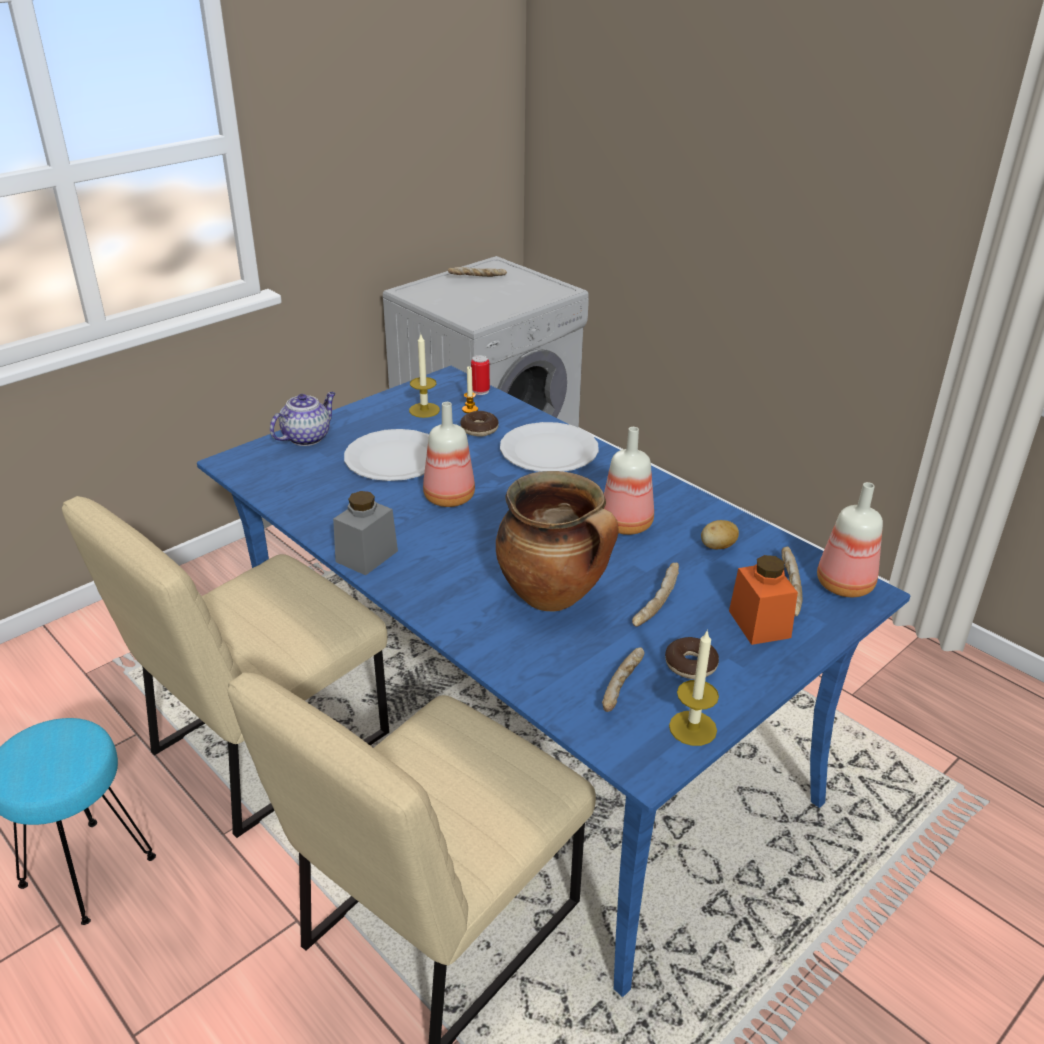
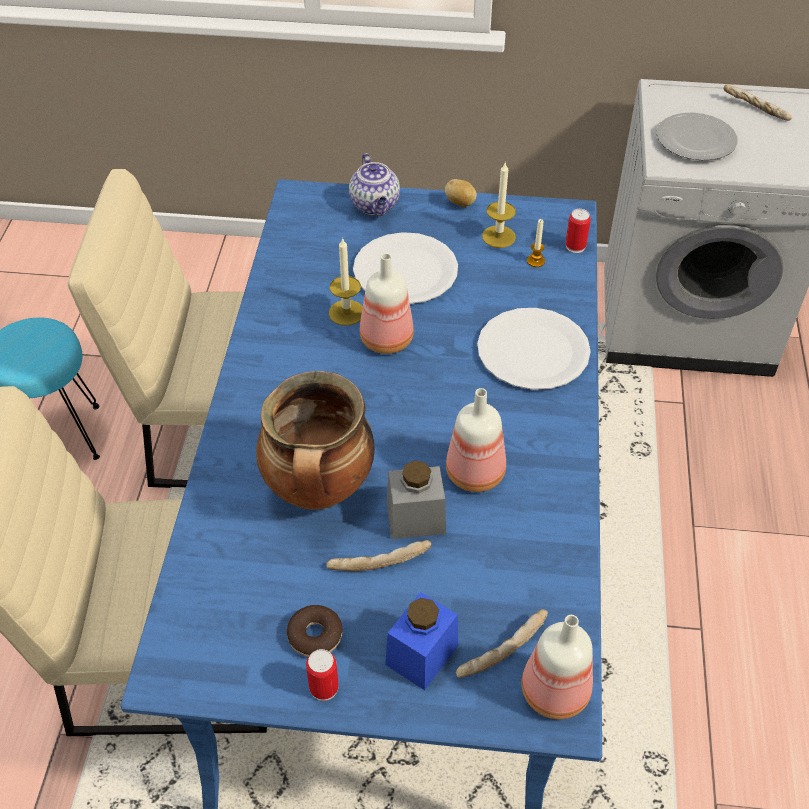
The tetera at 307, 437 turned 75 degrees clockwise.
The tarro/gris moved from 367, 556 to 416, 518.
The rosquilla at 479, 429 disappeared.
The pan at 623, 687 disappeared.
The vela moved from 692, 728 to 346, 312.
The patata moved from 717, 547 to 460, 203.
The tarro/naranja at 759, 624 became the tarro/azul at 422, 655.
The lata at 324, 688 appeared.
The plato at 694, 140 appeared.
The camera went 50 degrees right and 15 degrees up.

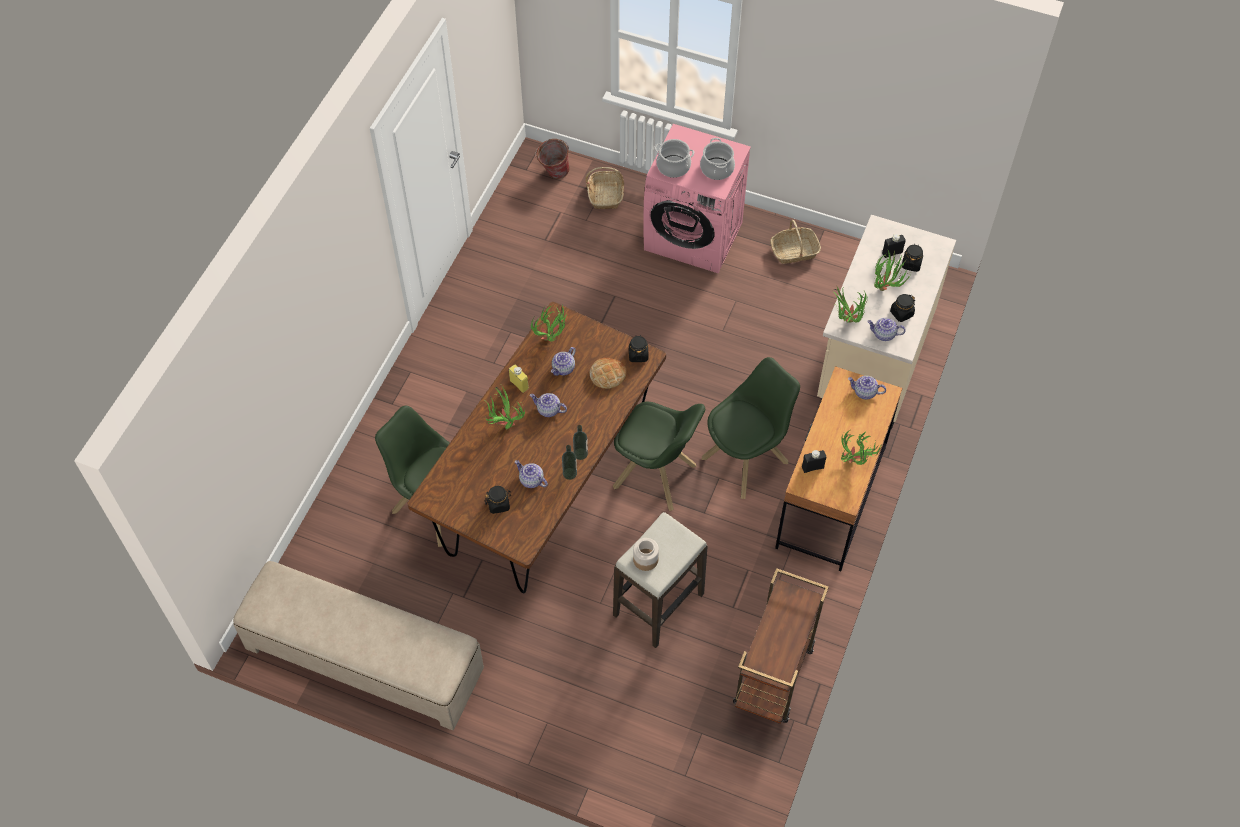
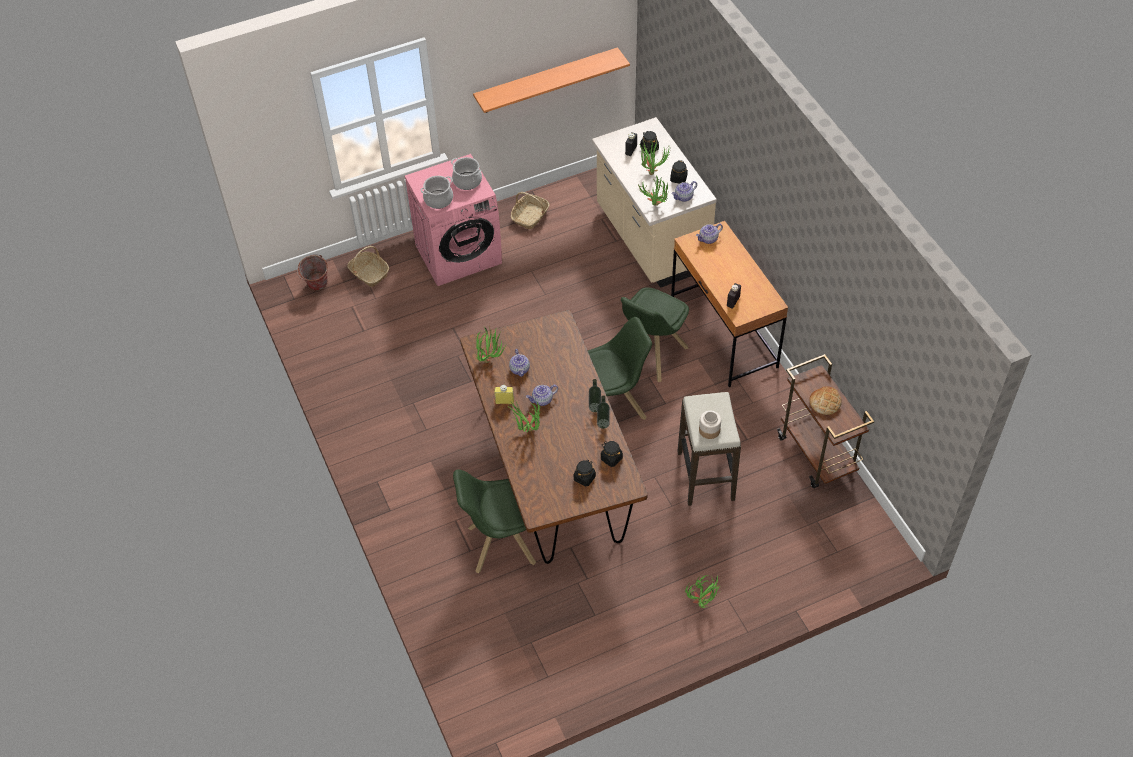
The banco/beis at 363, 658 disappeared.
The tetera at 531, 480 disappeared.
The pan moved from 607, 375 to 825, 402.
The tarro/negro moved from 638, 355 to 611, 458.
The silla/verde at 746, 460 turned 150 degrees counterclockwise.
The planta en maceta moved from 854, 464 to 703, 603.
The estante at 546, 81 appeared.
The camera went 45 degrees left and 5 degrees down.

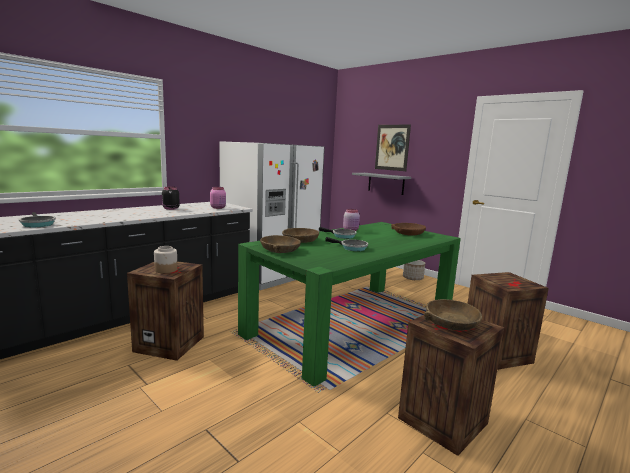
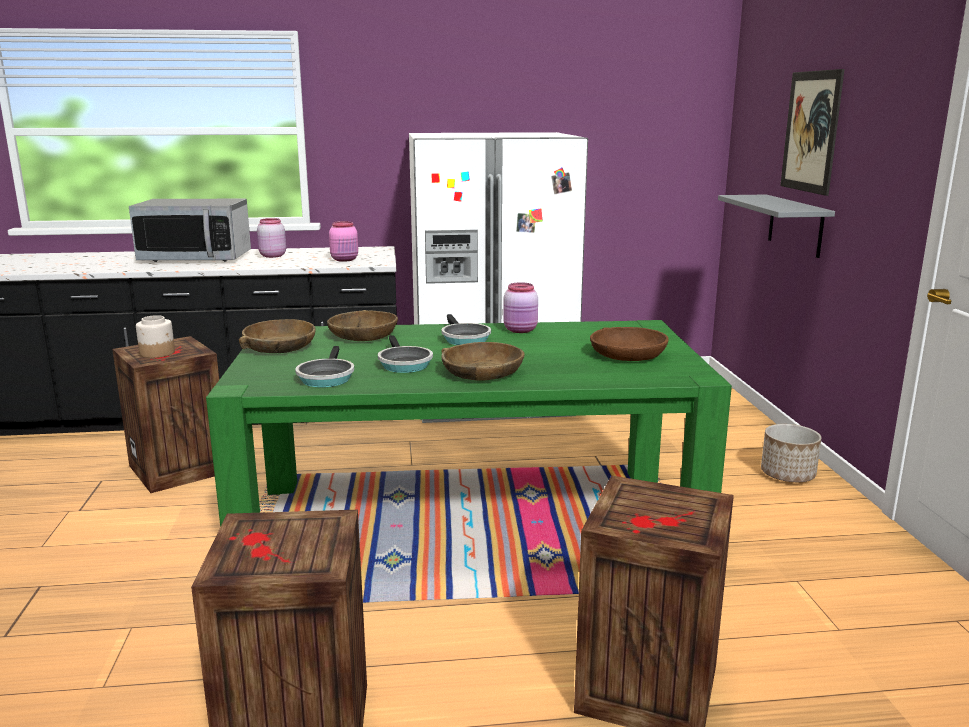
The sartén moved from 37, 224 to 326, 377.
The tarro/negro at 170, 208 became the tarro/rosa at 272, 256.
The cuenco/marrón moved from 451, 323 to 481, 373.
The microondas at 196, 258 appeared.
The camera went 40 degrees right and 5 degrees up.

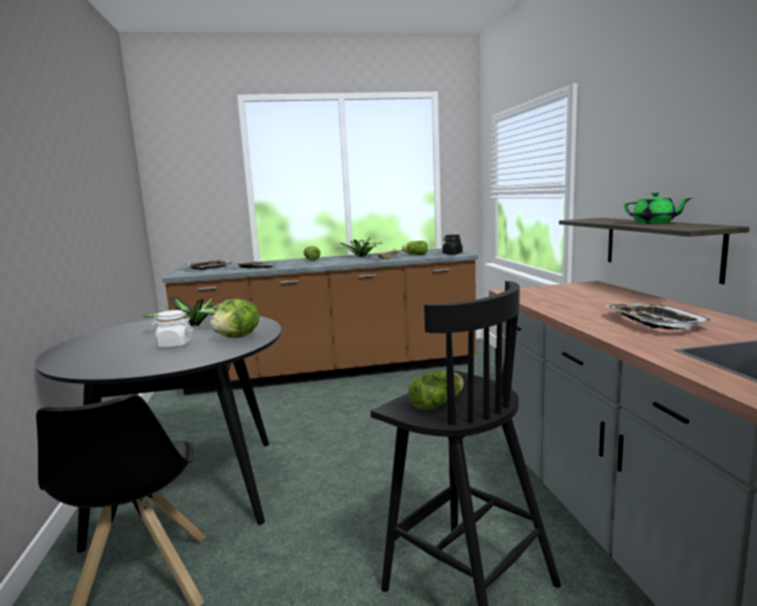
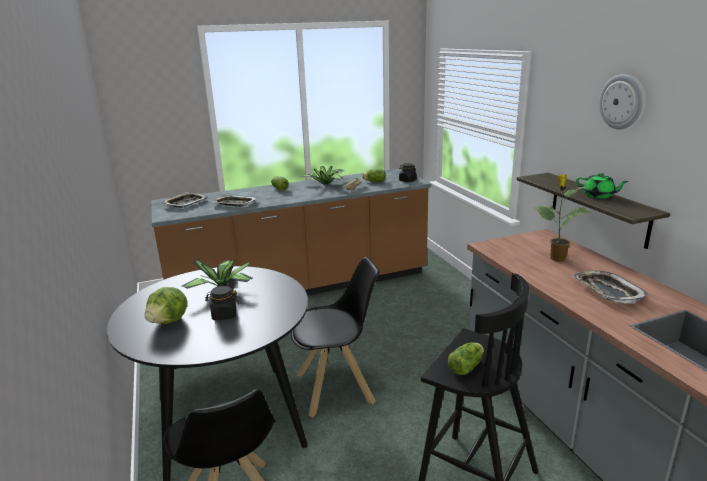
The tarro/blanco at 174, 345 became the tarro/negro at 224, 315.
The lechuga moved from 238, 337 to 169, 321.
The silla/negro at 337, 387 appeared.
The planta en maceta at 556, 258 appeared.
The reloj de pared at 621, 102 appeared.
The camera went 10 degrees left and 10 degrees up.

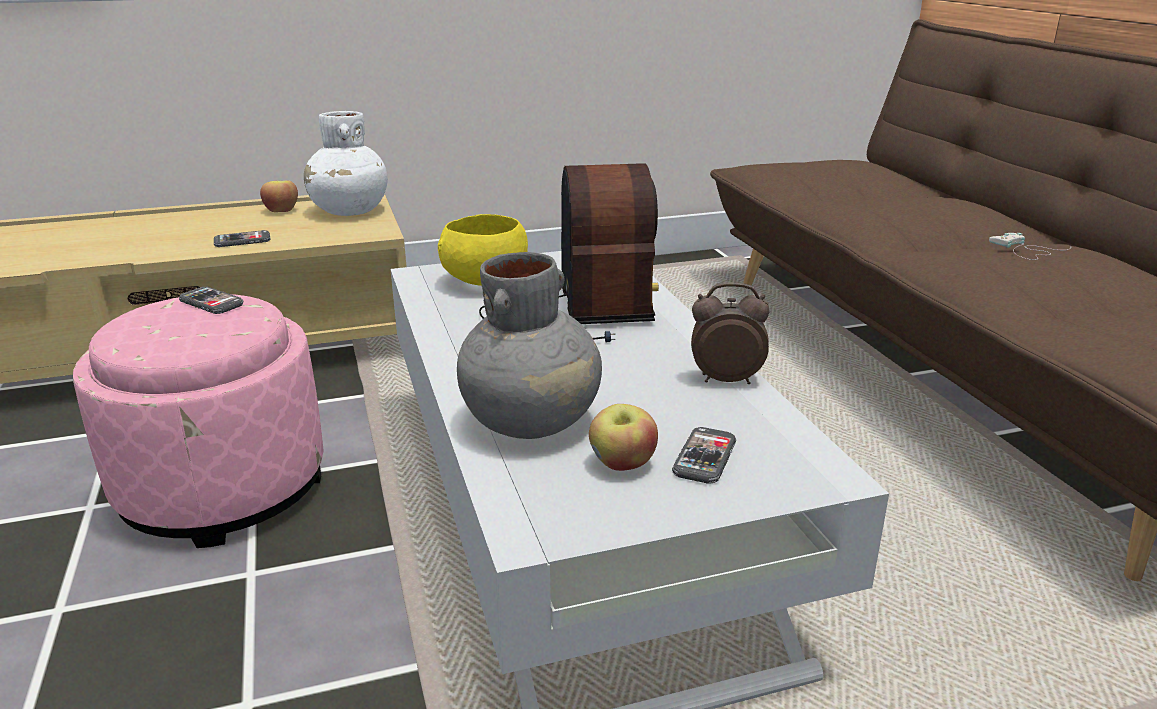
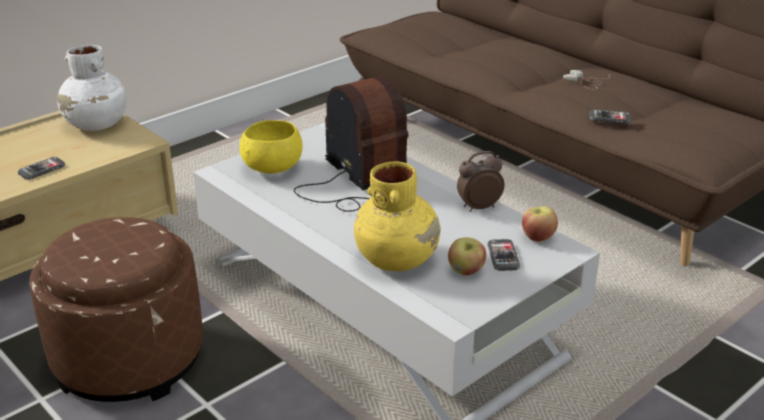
The puf/rosa at 223, 488 became the puf/marrón at 129, 359.
The móvil moved from 211, 303 to 609, 118.
The manzana moved from 281, 210 to 538, 237.
The florero/gris at 532, 422 became the florero/amarillo at 397, 259.
The camera went 25 degrees left and 5 degrees up.

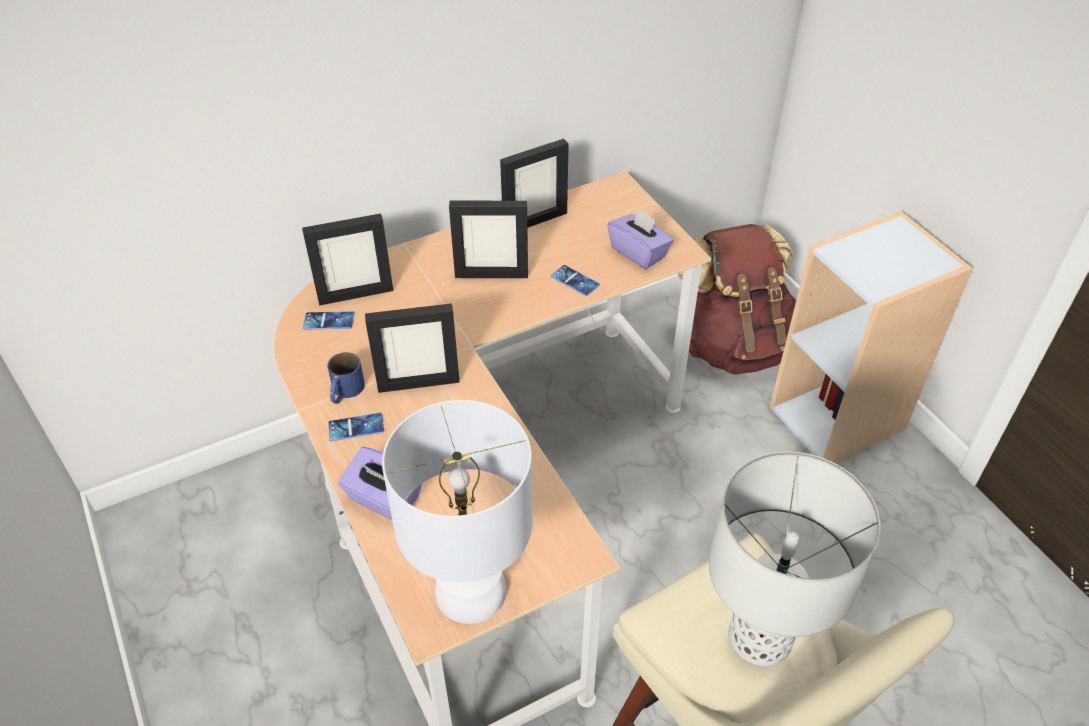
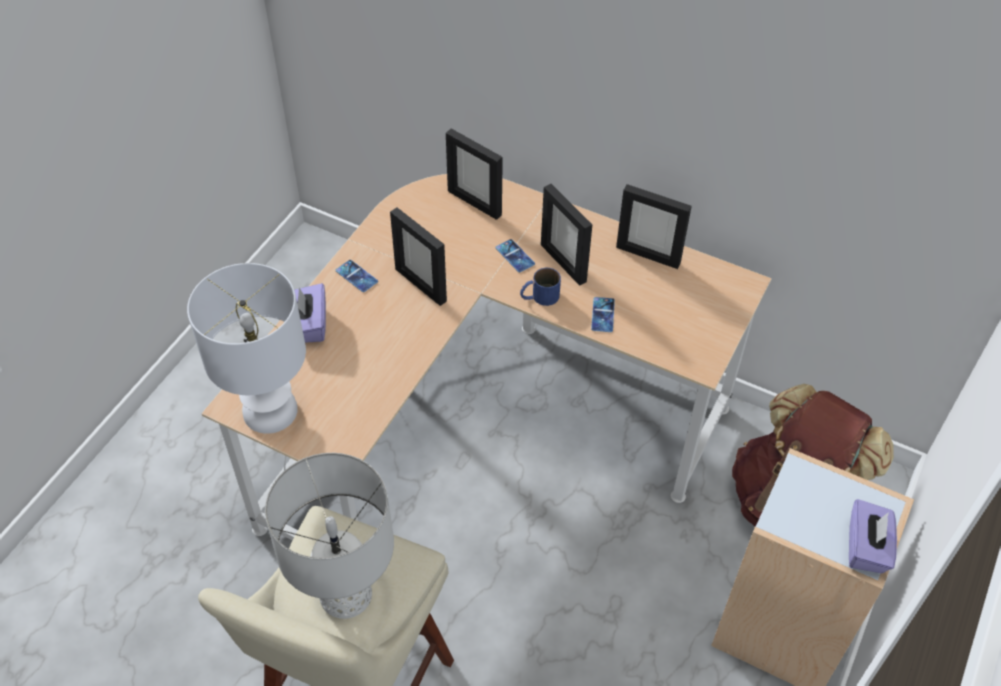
The móvil moved from 329, 321 to 515, 256.
The taza grande/azul moved from 345, 392 to 539, 297.
The caja de pañuelos/morado moved from 639, 252 to 866, 548.
The camera went 55 degrees right and 5 degrees up.

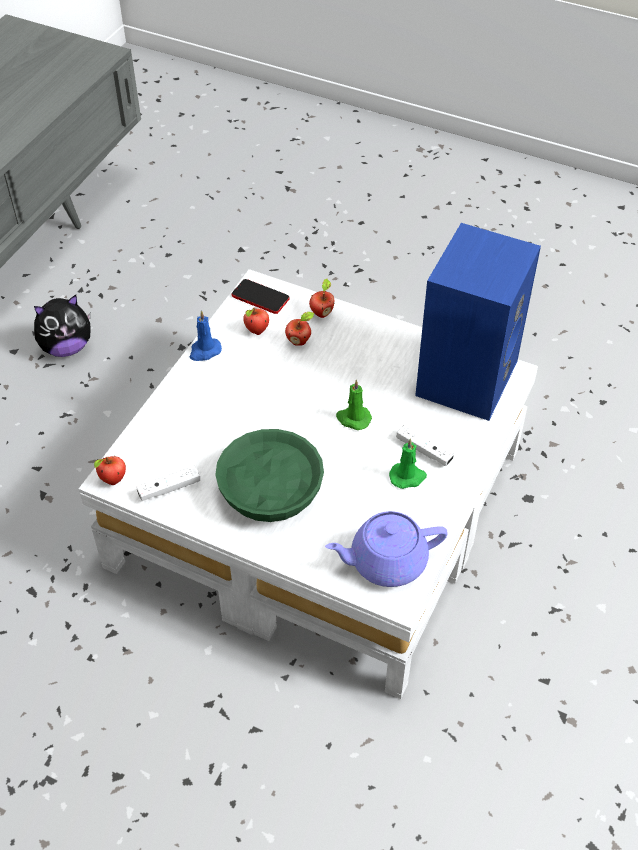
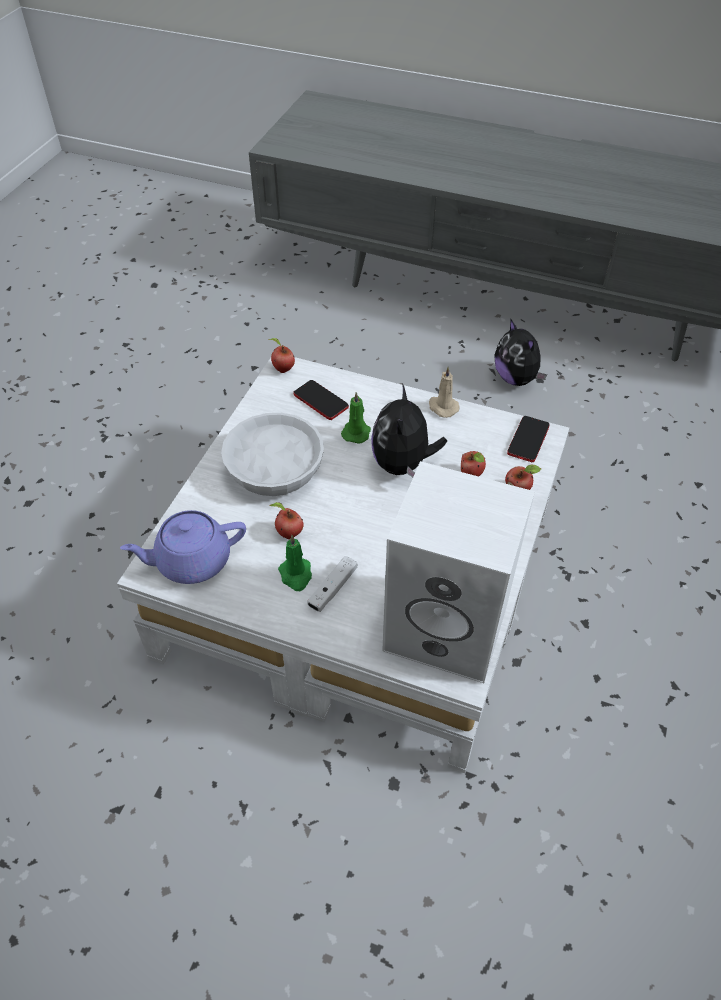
The mando de consola/blanco at 169, 488 disappeared.
The vela/azul at 204, 351 became the vela/beis at 442, 407.
The cuenco/verde at 272, 490 became the cuenco/blanco at 275, 470.
The manzana moved from 256, 331 to 288, 534.
The tetera/morado at 386, 561 turned 90 degrees counterclockwise.
The vela/verde moved from 353, 418 to 356, 432.
The altavoz/azul at 465, 376 became the altavoz/blanco at 449, 627.
The móvil at 321, 401 appeared.
The peluche at 403, 464 appeared.
The camera went 85 degrees right and 0 degrees up.

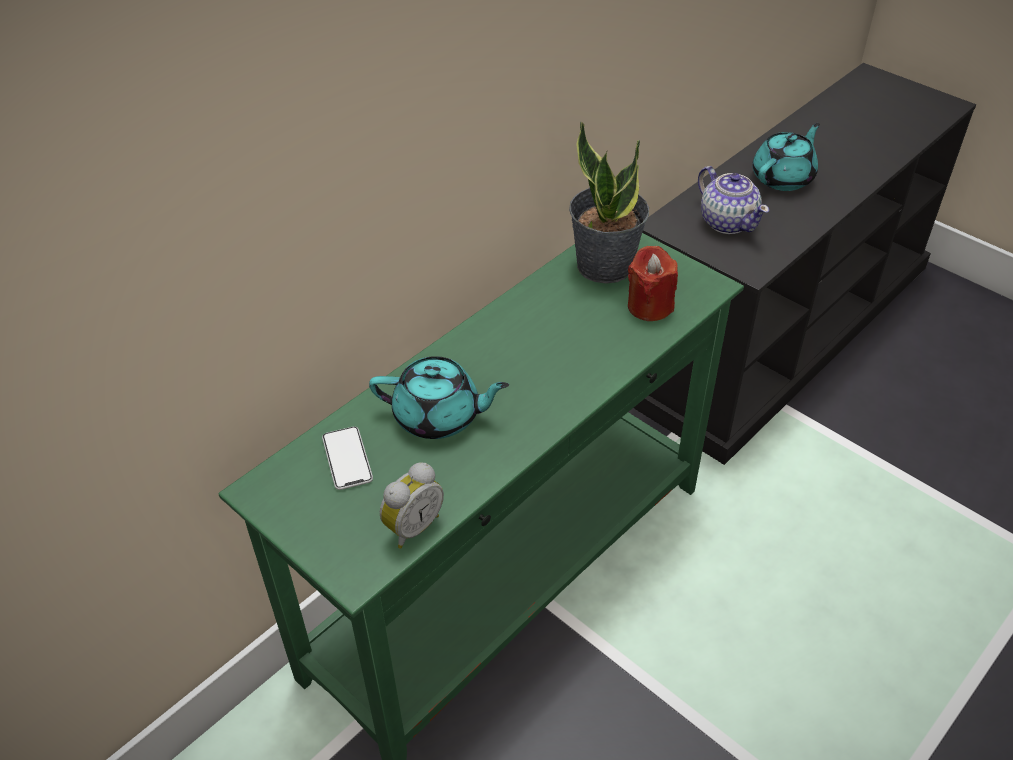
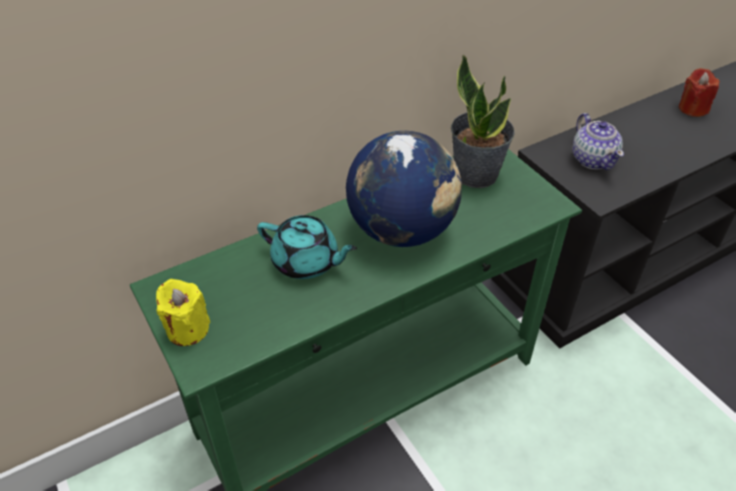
The móvil at 347, 459 disappeared.
The despertador at 412, 526 disappeared.
The vela/rojo moved from 649, 306 to 692, 108.
The tetera/turquesa at 783, 178 disappeared.
The vela/amarillo at 187, 329 appeared.
The globo terráqueo at 402, 230 appeared.
The camera went 15 degrees right and 0 degrees up.

